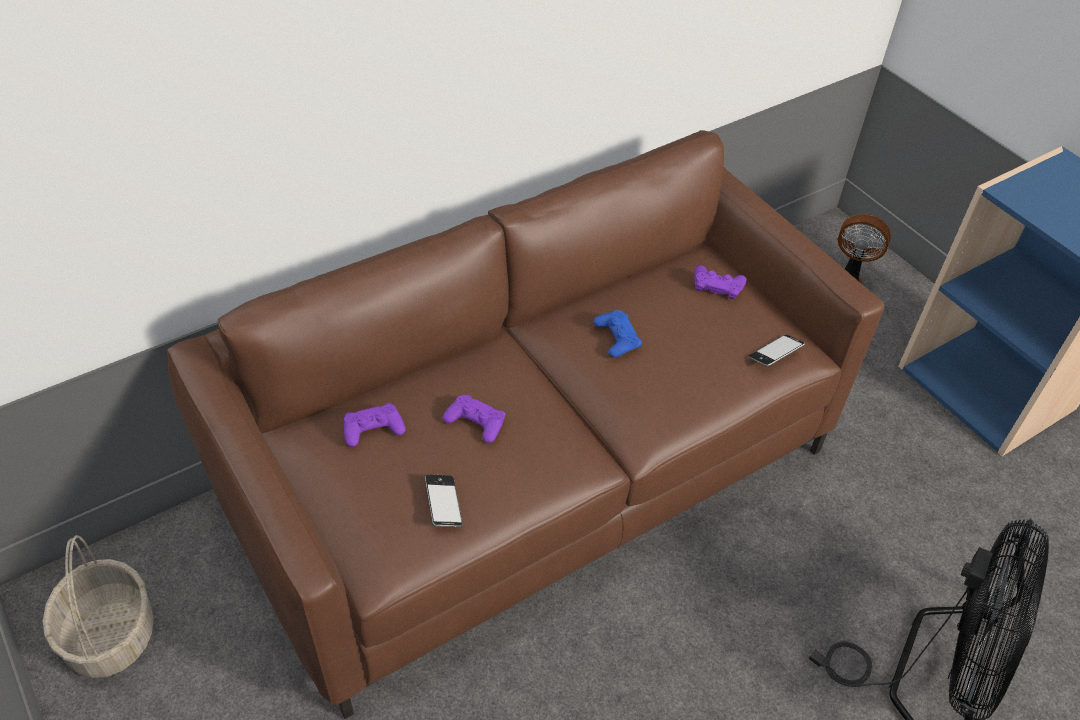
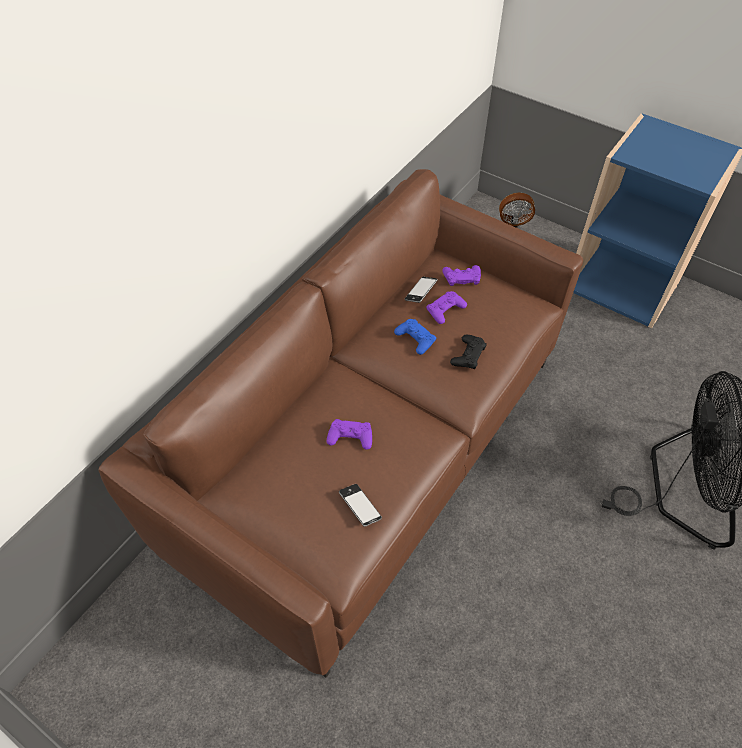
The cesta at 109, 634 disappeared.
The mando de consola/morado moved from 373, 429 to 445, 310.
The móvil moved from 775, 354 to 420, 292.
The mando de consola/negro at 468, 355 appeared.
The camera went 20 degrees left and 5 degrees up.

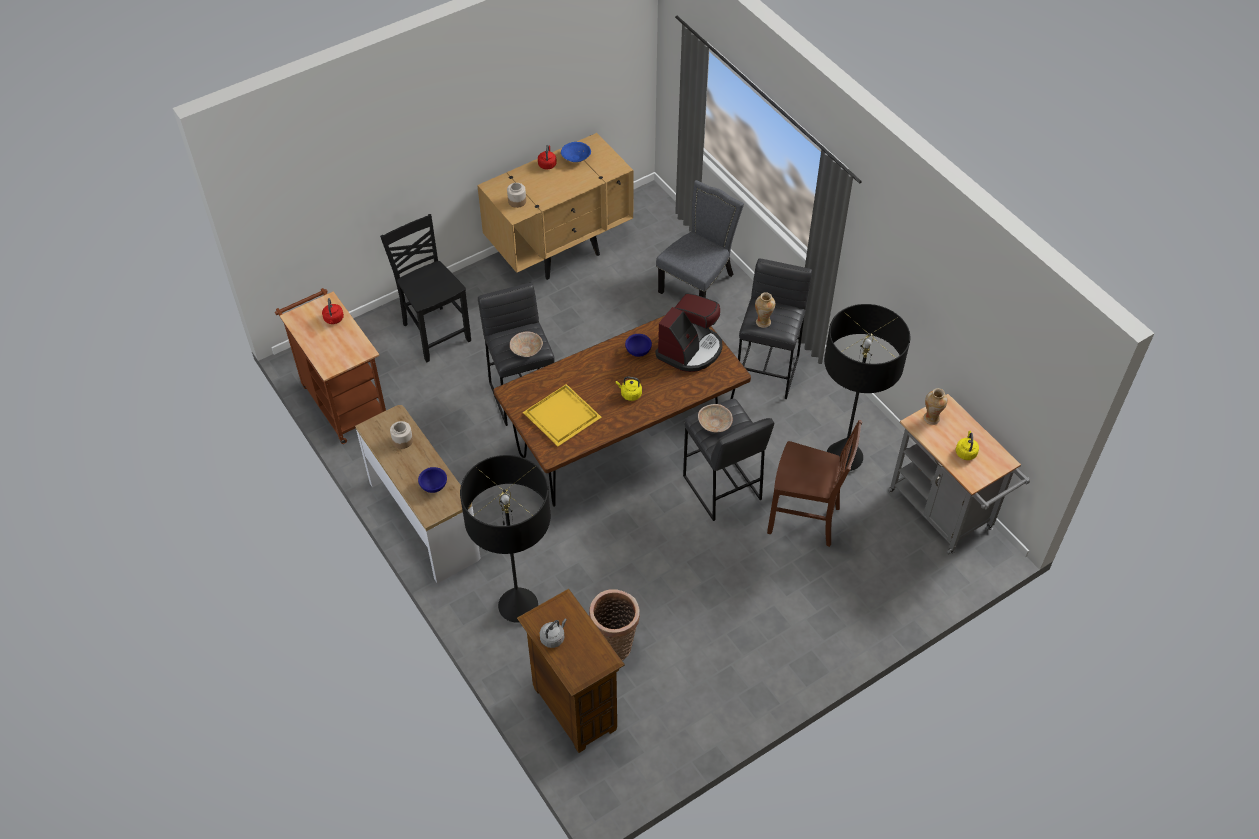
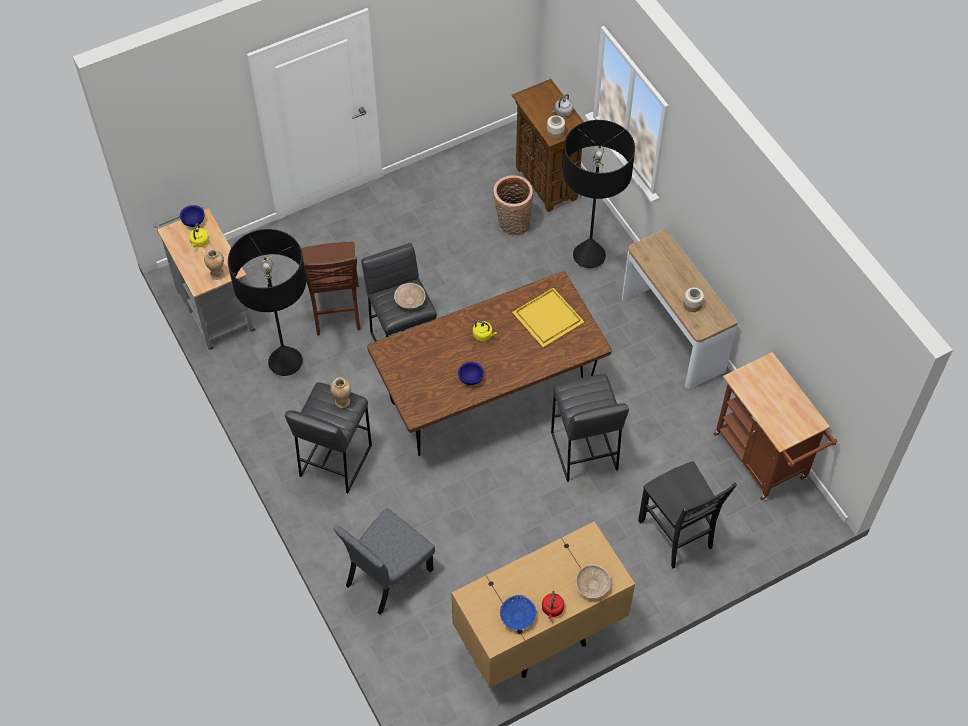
The hervidor/rojo at 333, 319 disappeared.
The cuenco/azul moved from 433, 486 to 194, 221.
The tarro moved from 517, 201 to 555, 133.
The cuenco/beis moved from 526, 349 to 592, 585.
The cafetera at 690, 350 disappeared.
The silla/marrón at 805, 520 turned 120 degrees counterclockwise.
The camera went 175 degrees left and 5 degrees up.

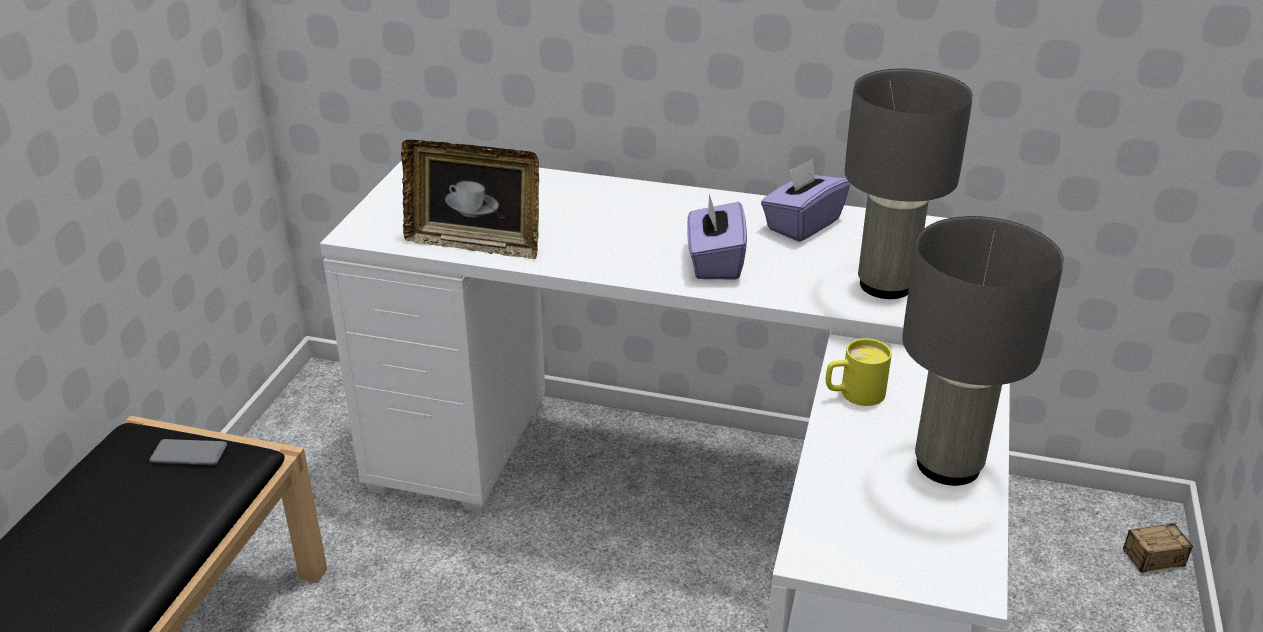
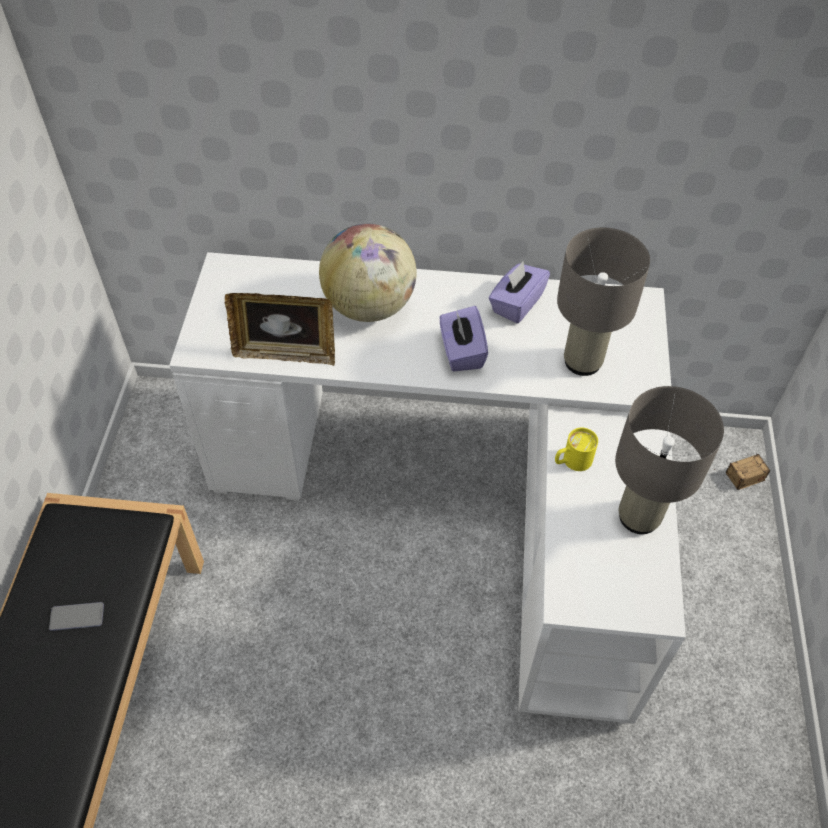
The móvil moved from 189, 454 to 77, 617.
The globo terráqueo at 369, 306 appeared.
The camera went 10 degrees left and 20 degrees up.

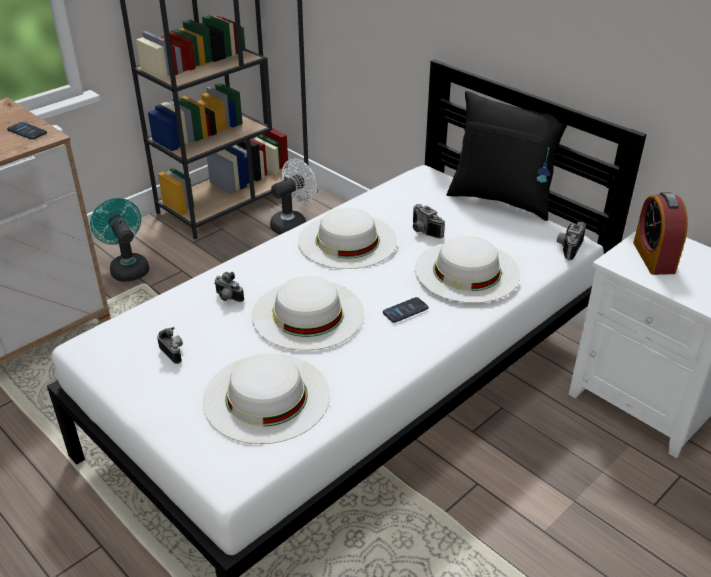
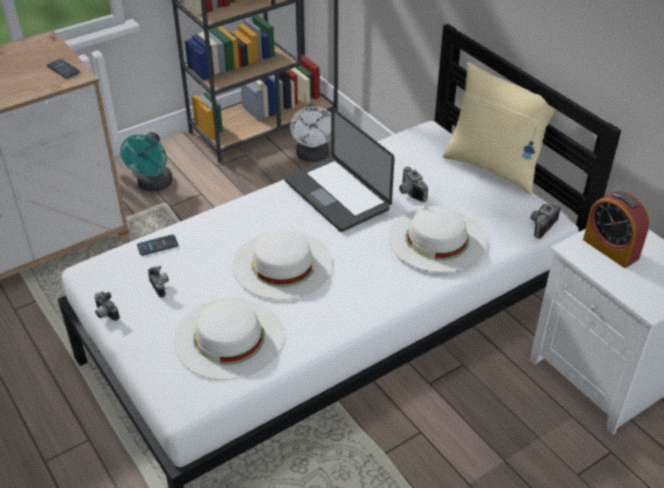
The ventilador/turquesa at 127, 268 turned 150 degrees counterclockwise.
The cámara moved from 227, 298 to 105, 314.
The ventilador/blanco at 293, 224 turned 120 degrees clockwise.
The sombrero/blanco at 347, 241 was replaced by the portátil at 336, 195.
The móvil moved from 405, 310 to 157, 245.
The cojín/negro at 500, 201 became the cojín/beis at 492, 168.
The despertador at 653, 257 turned 45 degrees counterclockwise.
The camera went 10 degrees right and 5 degrees up.

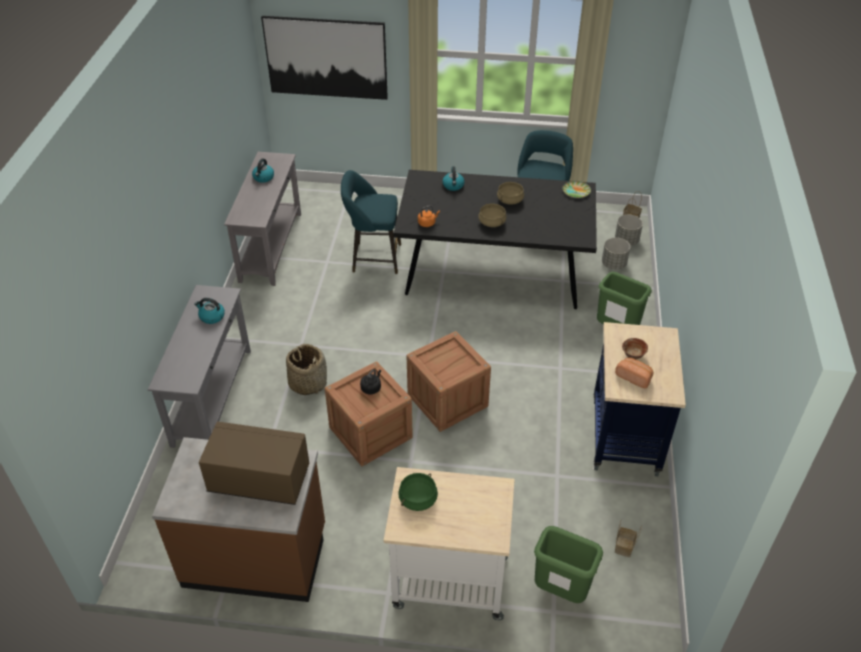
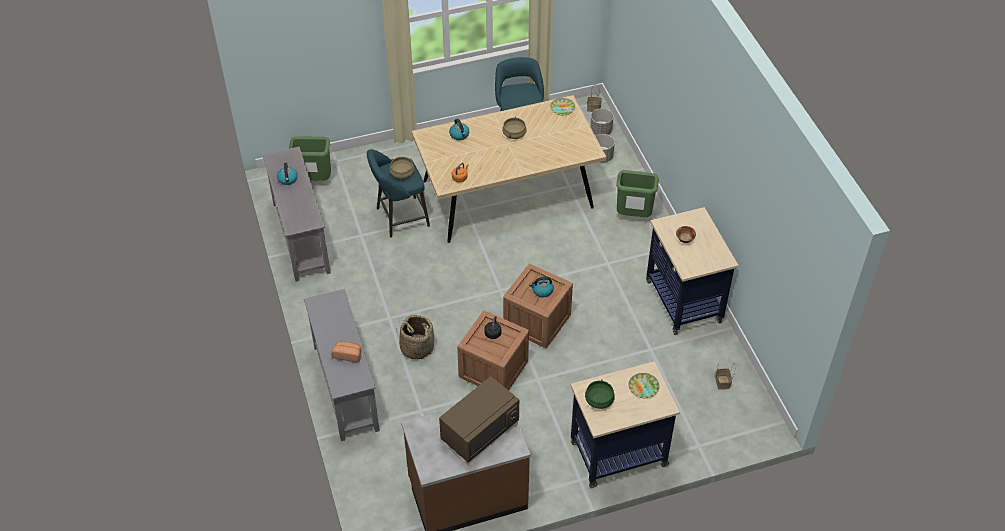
The hervidor moved from 211, 317 to 542, 291.
The microondas/marrón at 258, 480 turned 150 degrees clockwise.
The cuadro at 326, 58 disappeared.
The carrito/blanco at 449, 583 became the carrito/azul at 618, 455.
The mesa de comedor/negro at 493, 269 became the mesa de comedor/beis at 507, 195.
The olla/beis moved from 492, 222 to 402, 173.
The papelera/verde moved from 561, 591 to 315, 180.
The pan moved from 634, 377 to 348, 355.
The plato at 644, 387 appeared.
The camera went 25 degrees left and 5 degrees up.

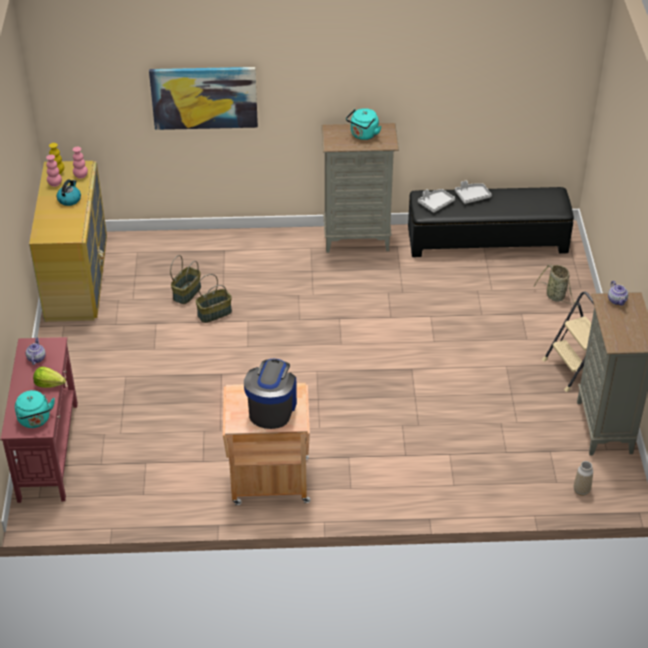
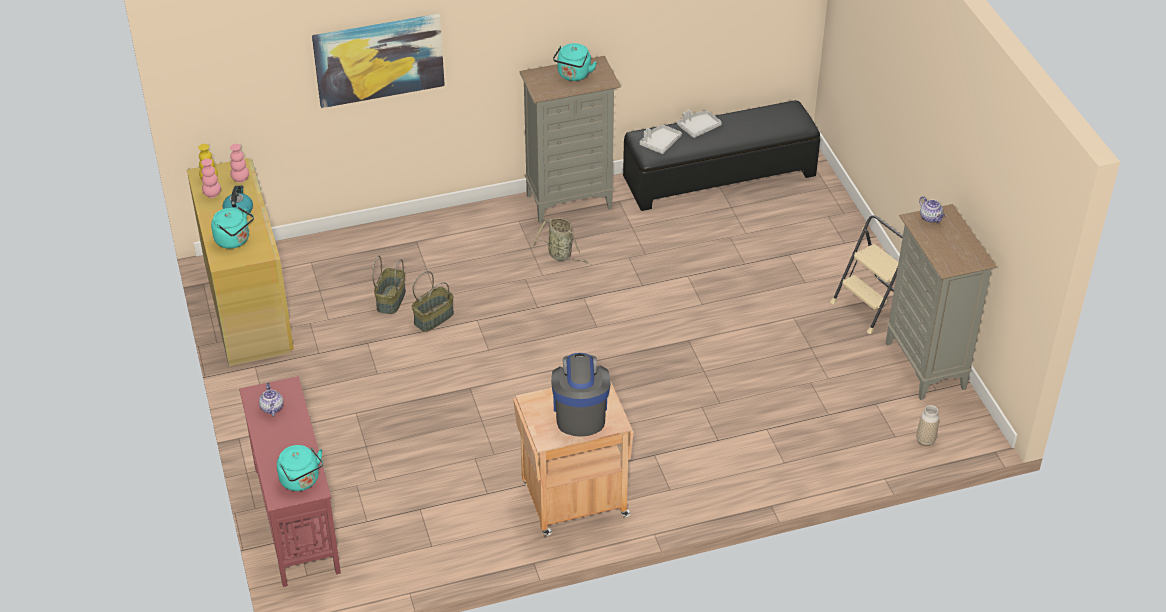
The lechuga at 49, 384 disappeared.
The cesta moved from 556, 297 to 561, 255.
The hervidor/turquesa at 234, 240 appeared.
The camera went 15 degrees left and 0 degrees up.

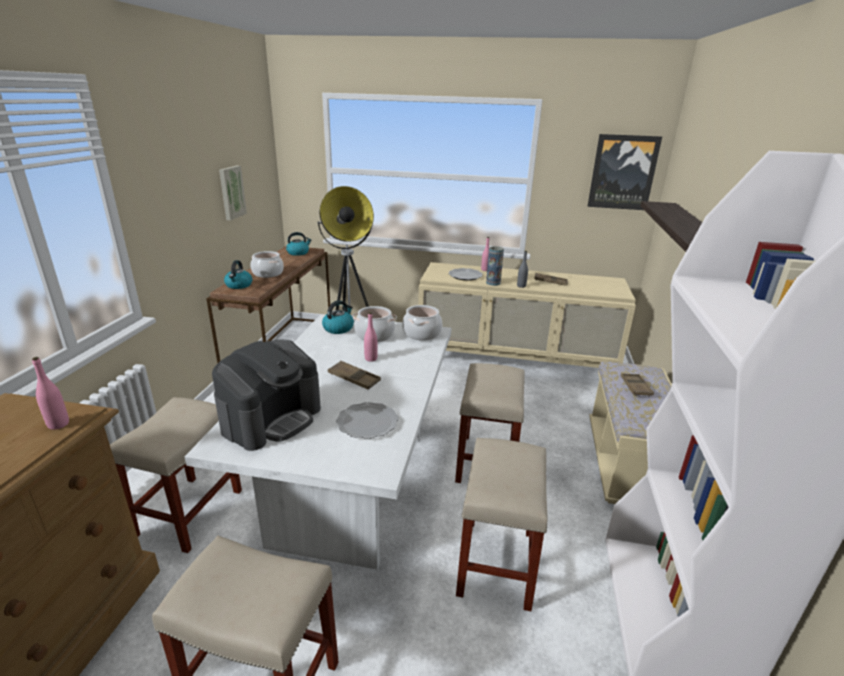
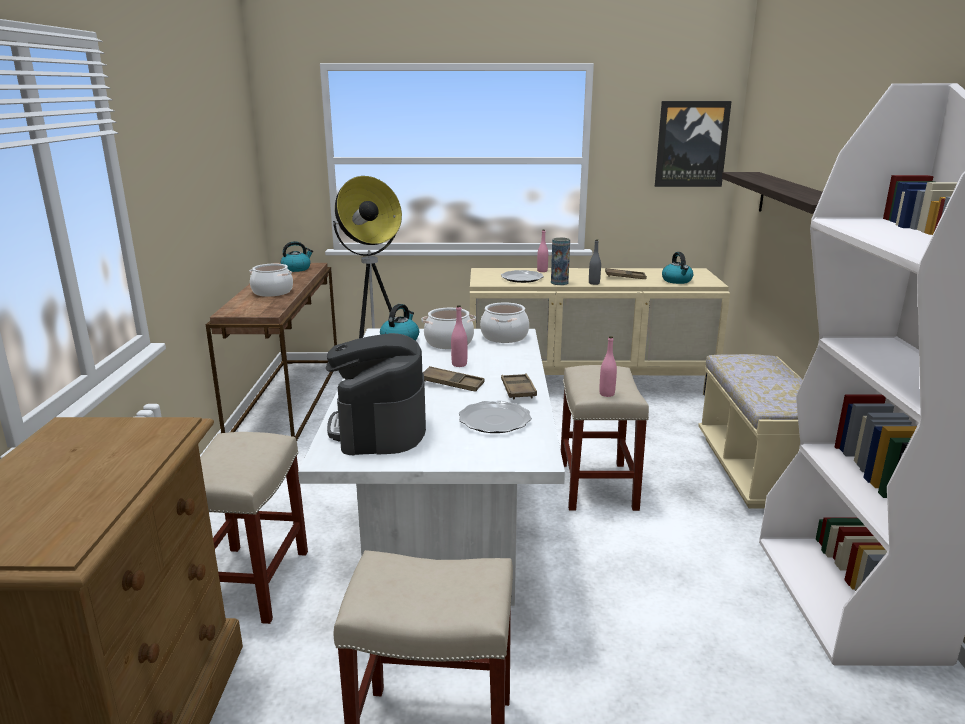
The botella/rosa moved from 58, 424 to 607, 394.
The cafetera at 272, 418 turned 150 degrees clockwise.
The cuadro at 231, 192 disappeared.
The hervidor moved from 239, 285 to 677, 281.
The taburete/beis at 497, 564 disappeared.
The bandeja/marrón moved from 635, 387 to 518, 390.
The camera went 10 degrees left and 5 degrees down.

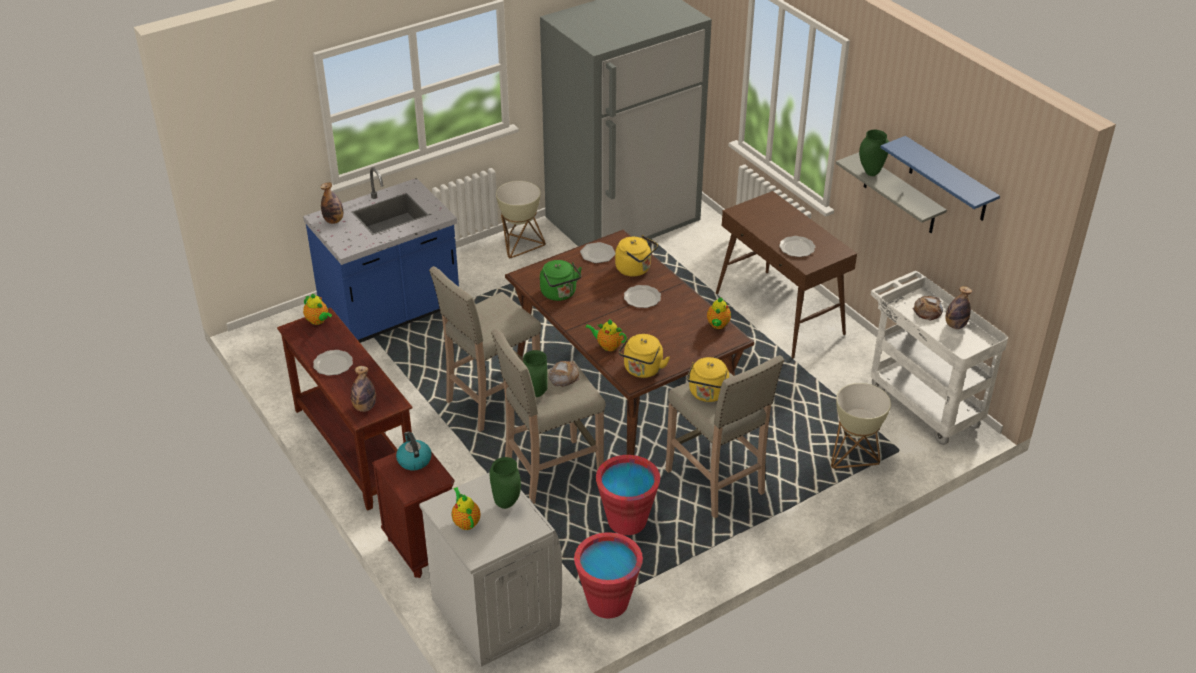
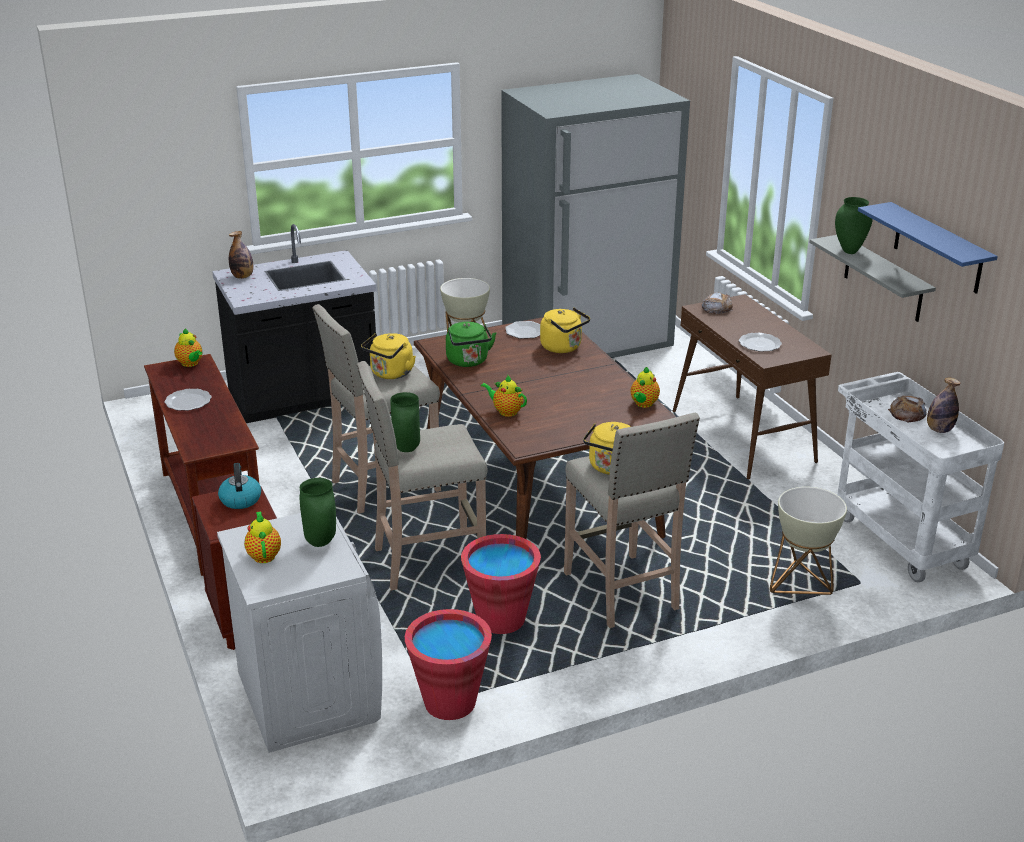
The mueble bajo de cocina/azul at 391, 313 became the mueble bajo de cocina/negro at 304, 398.
The botella at 364, 407 disappeared.
The pan moved from 564, 376 to 717, 308.
The hervidor/amarillo moved from 642, 370 to 390, 374.
The plato at 641, 298 disappeared.
The camera went 10 degrees right and 10 degrees down.

